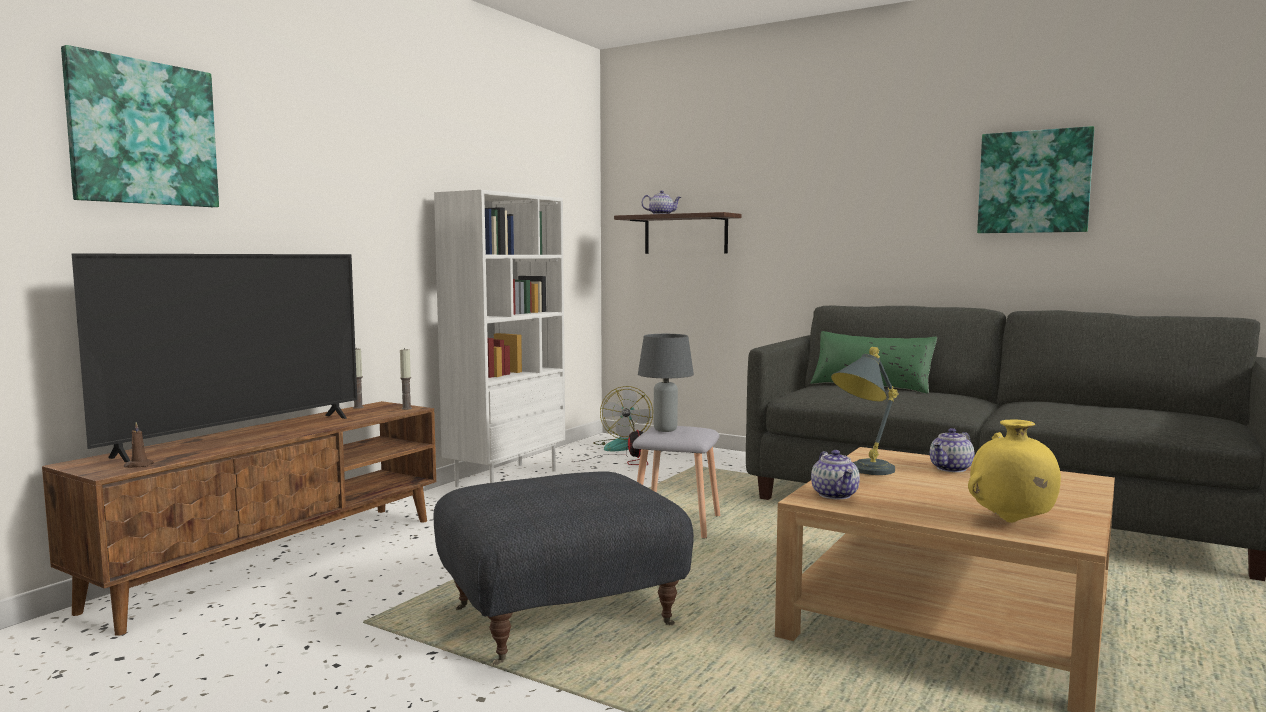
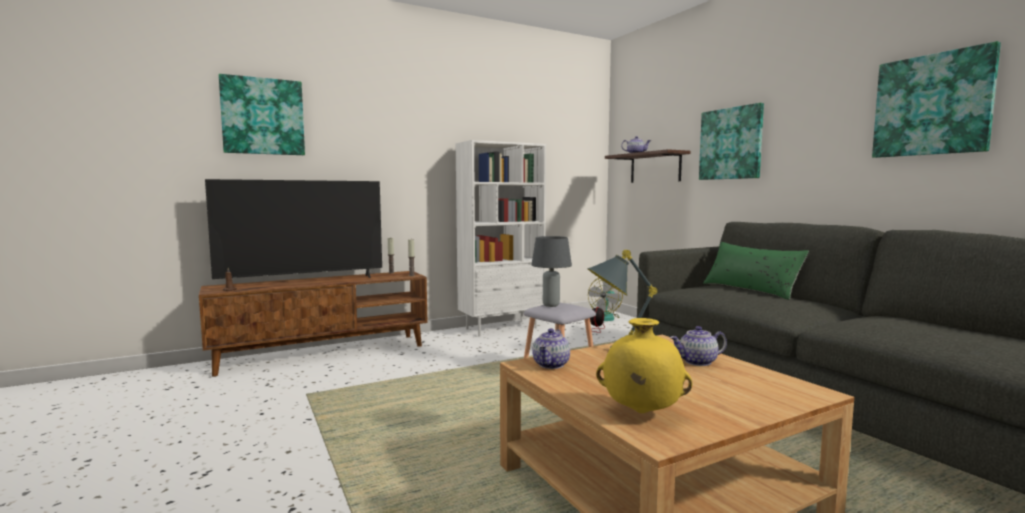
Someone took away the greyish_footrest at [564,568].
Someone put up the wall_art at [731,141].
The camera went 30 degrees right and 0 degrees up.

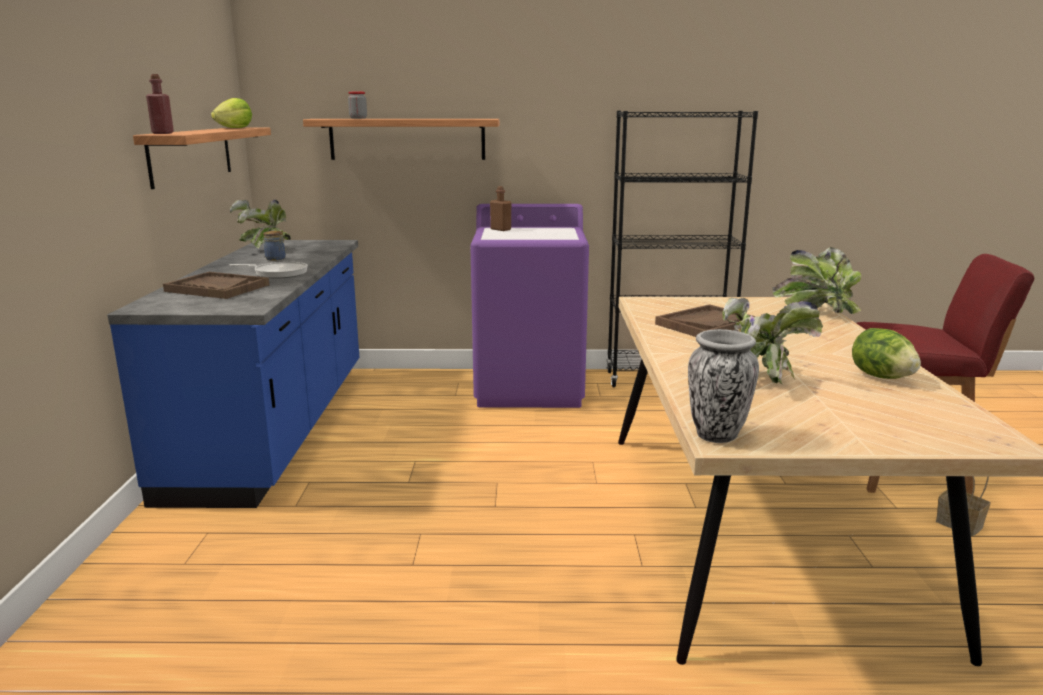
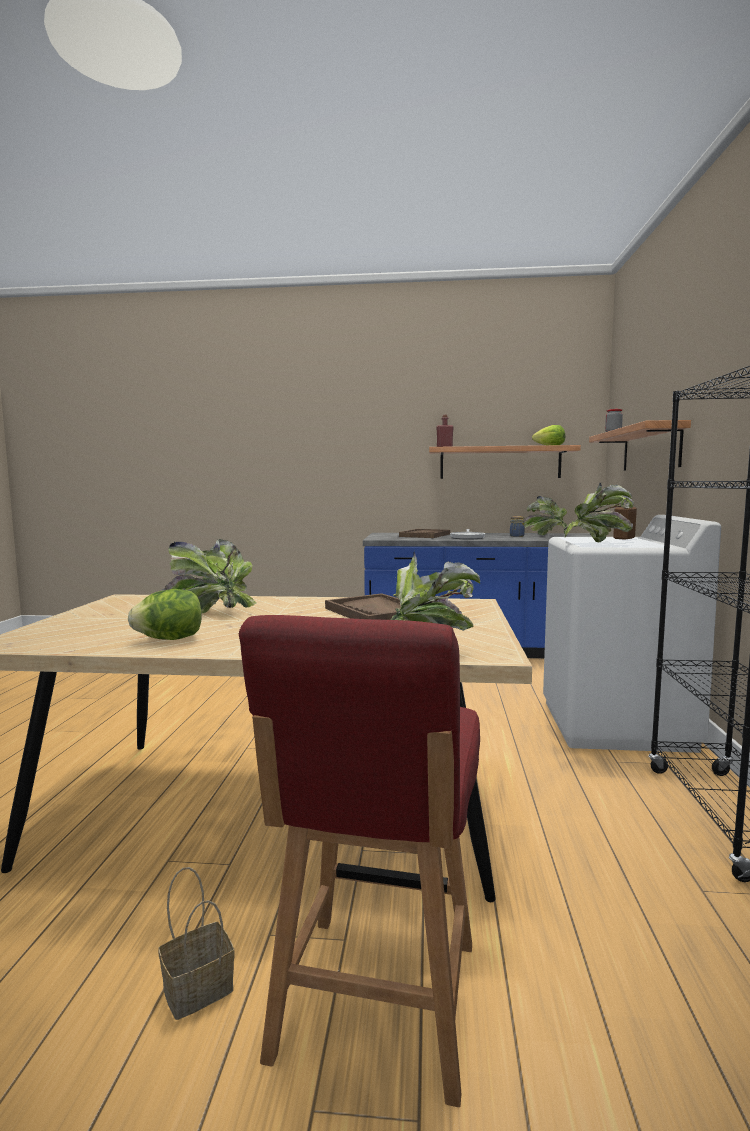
Someone took away the decorative_vase at [723,386].
Someone put down the potted_plant at [599,512].
Someone repainted the purple_washing_machine at [529,306], which became the whitish_washing_machine at [632,634].
The camera went 95 degrees right and 10 degrees down.

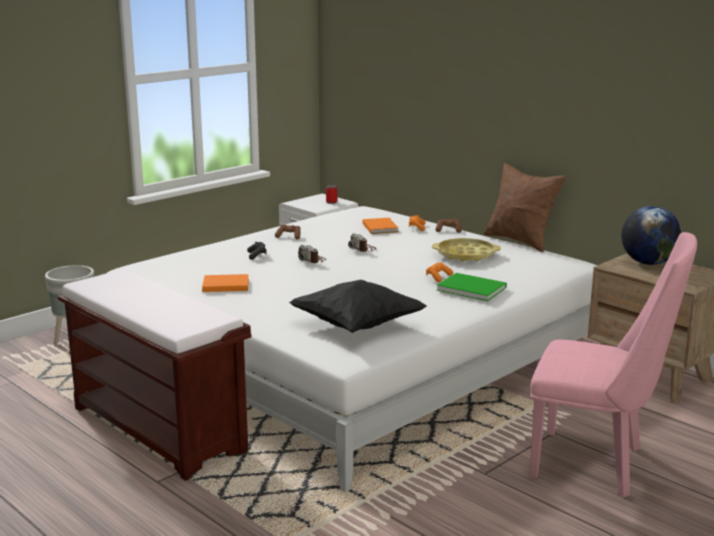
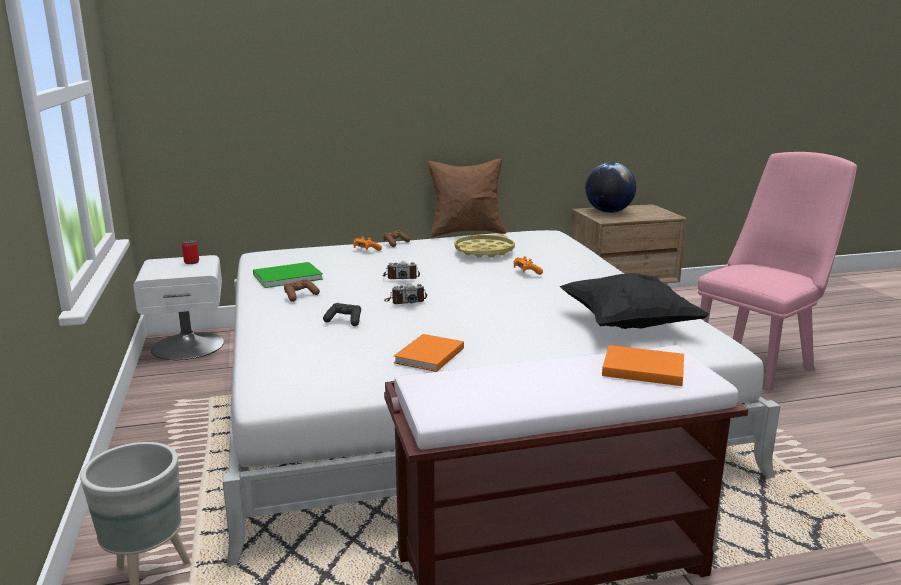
Someone carried the orangey_volume from [380,226] to [643,365].
Someone carried the green_volume from [472,287] to [288,275].
The camera went 60 degrees left and 0 degrees up.

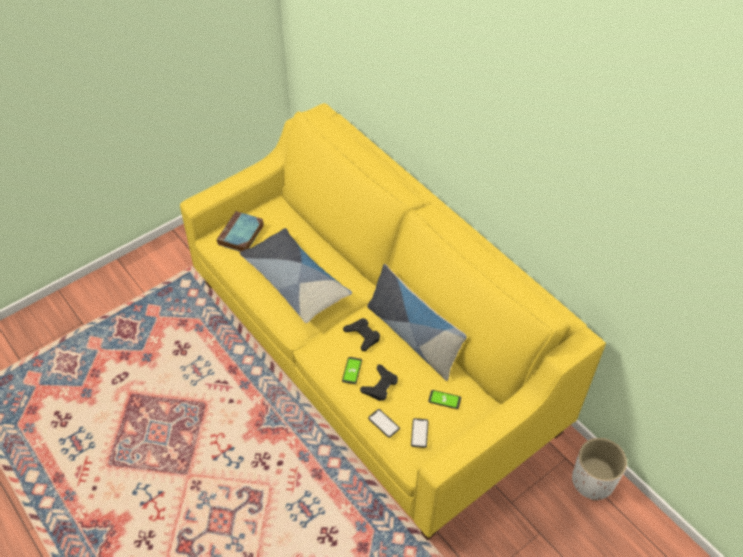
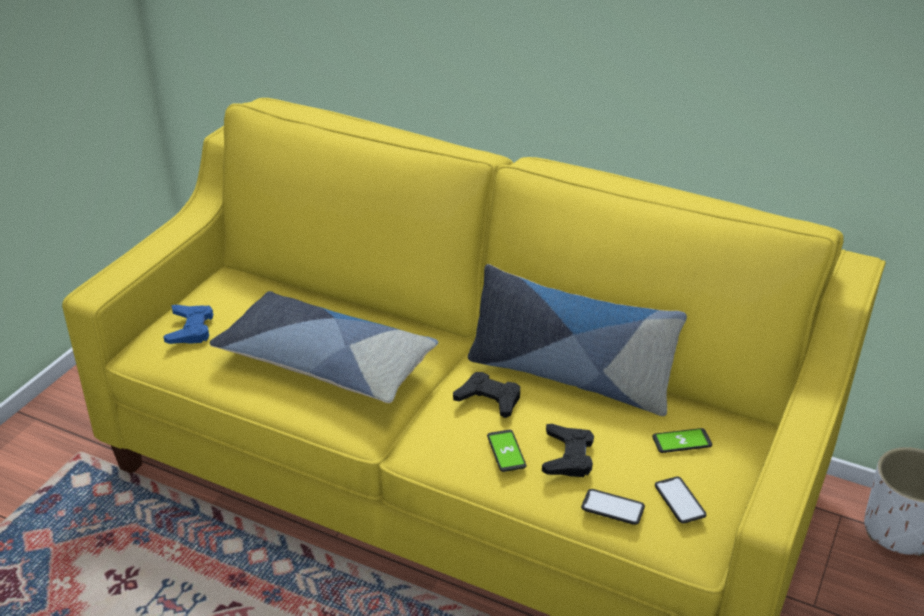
Someone swapped the volume at [240,231] for the blue-coloured_joypad at [188,324].
The camera went 25 degrees left and 15 degrees down.

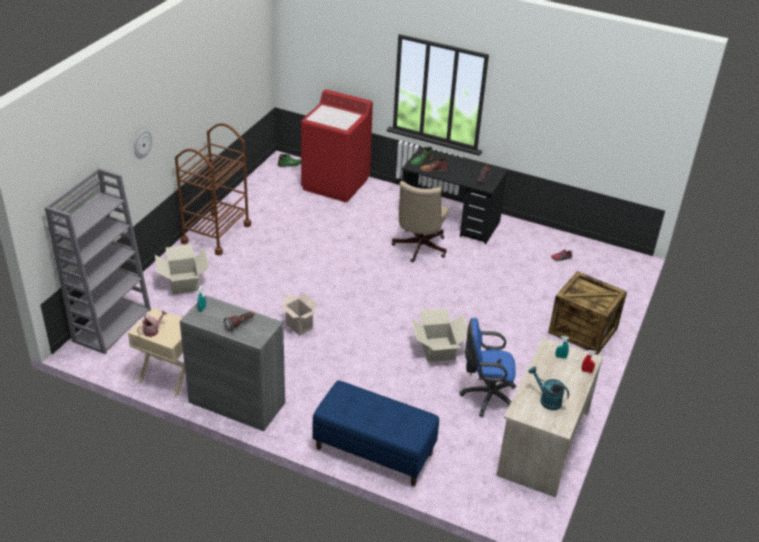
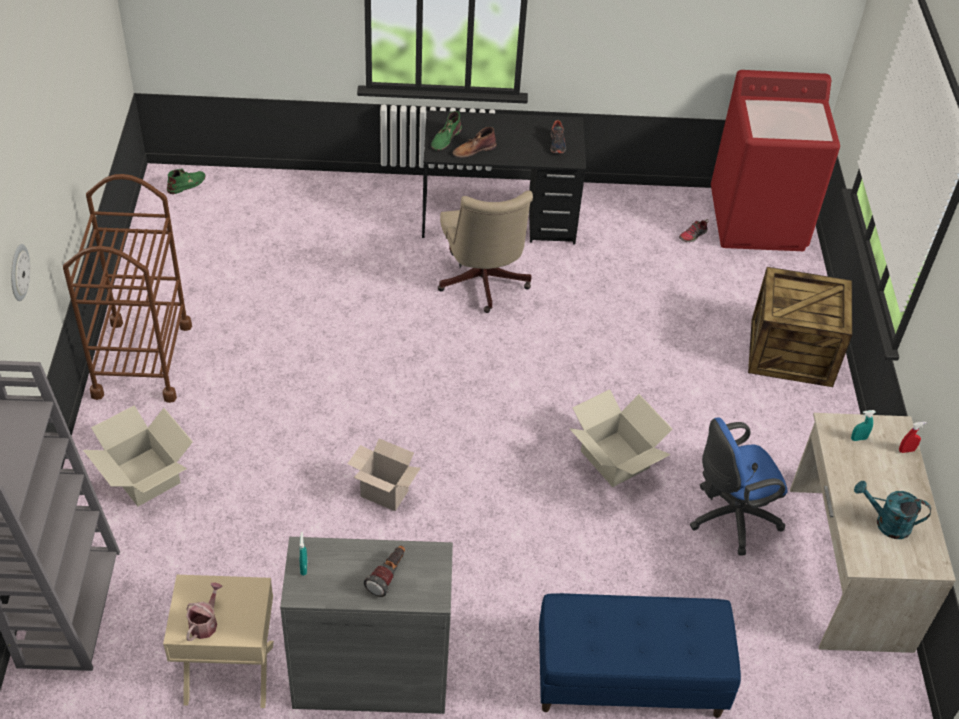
Someone carried the red_washing_machine from [337,145] to [775,160].
The camera went 25 degrees left and 10 degrees up.

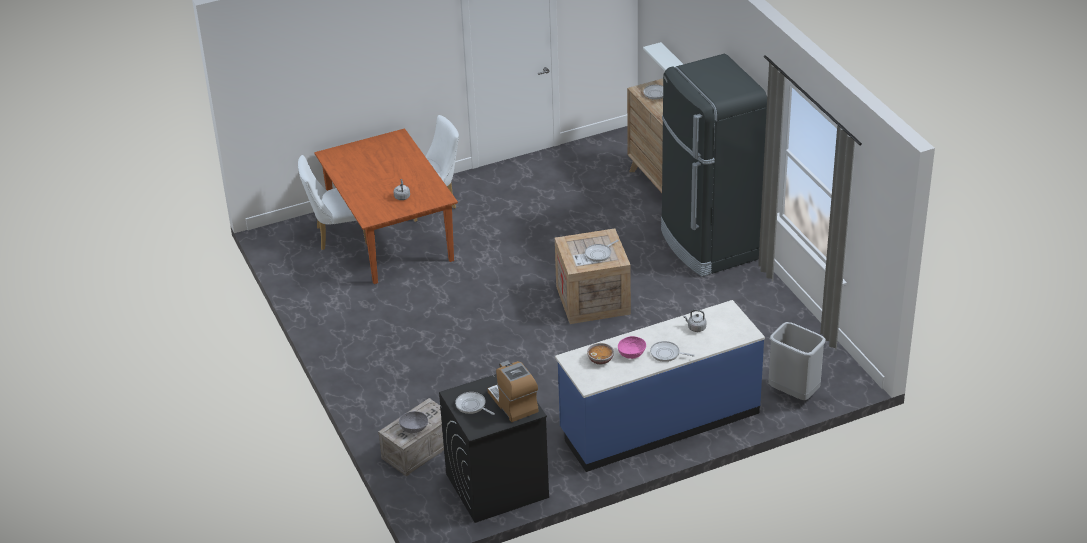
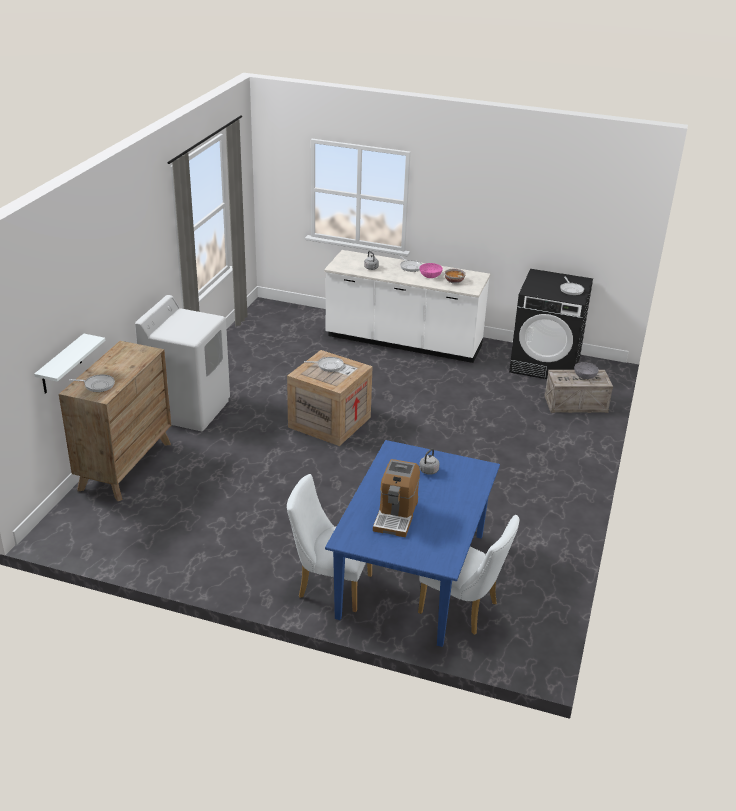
Someone took away the greyish_rubbish_bin at [797,361].
Someone carried the coffee_maker from [512,391] to [396,498].
Someone swapped the black_fridge at [714,165] for the whitish_washing_machine at [182,363].
Someone repainted the brownish_dining_table at [386,206], which became the blue-coloured_dining_table at [412,543].
Someone repainted the blue-coloured_kitchen_counter at [660,386], which became the whitish_kitchen_counter at [407,306].
The camera went 140 degrees left and 5 degrees down.

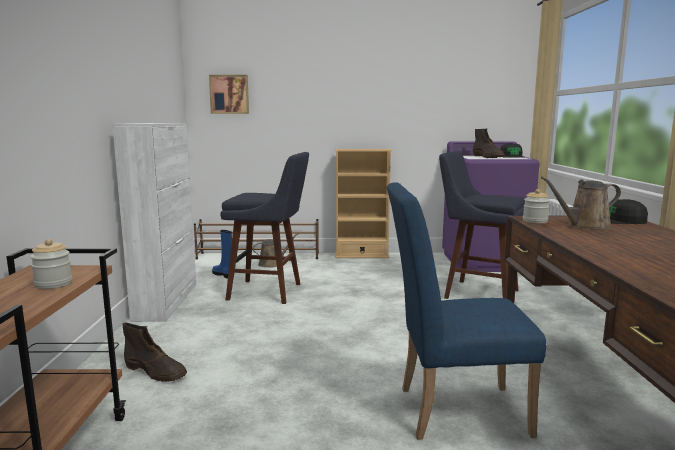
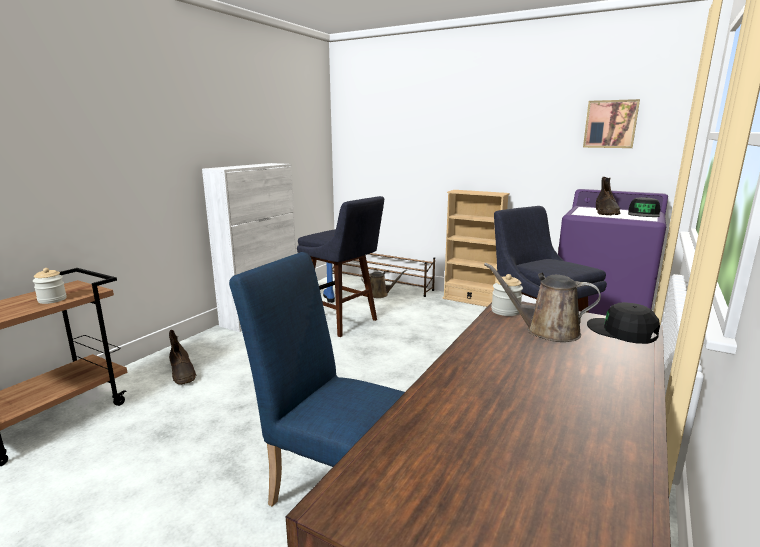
Someone carried the wall_art from [229,94] to [611,123].
The camera went 30 degrees right and 5 degrees up.

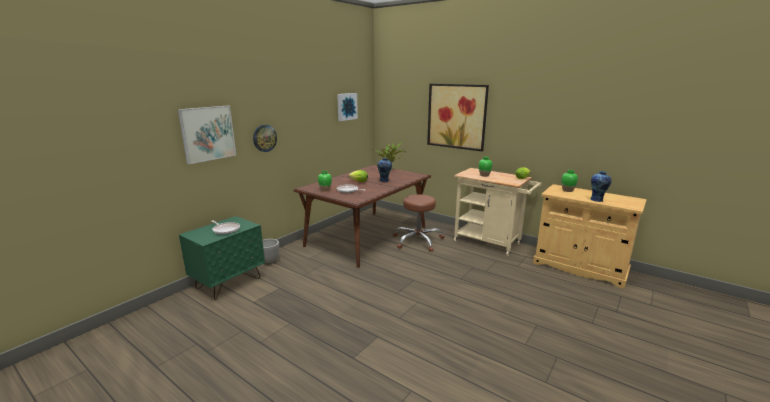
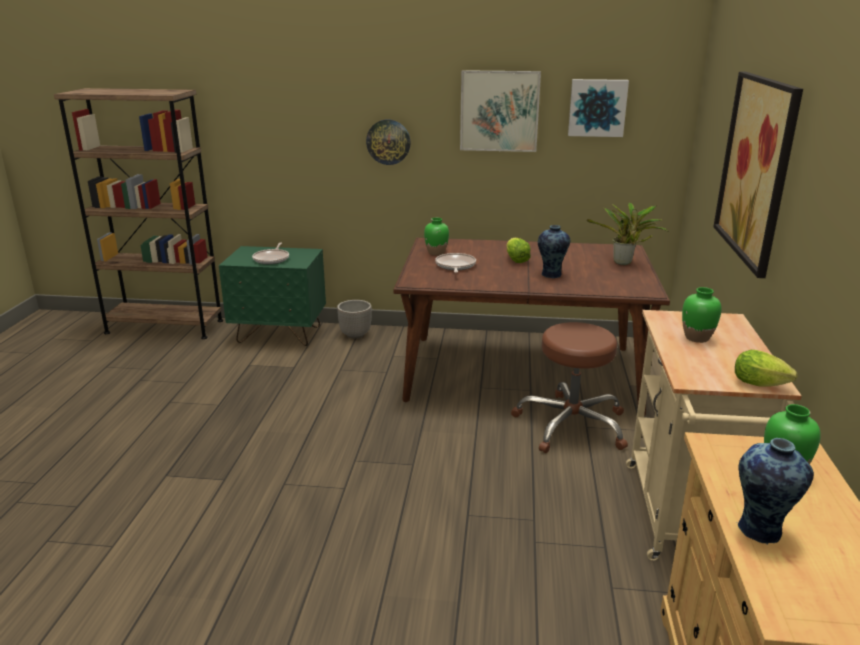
Someone put down the brownish_bookcase at [138,213].
Someone carried the wall_art from [207,134] to [500,111].
The camera went 60 degrees right and 5 degrees up.

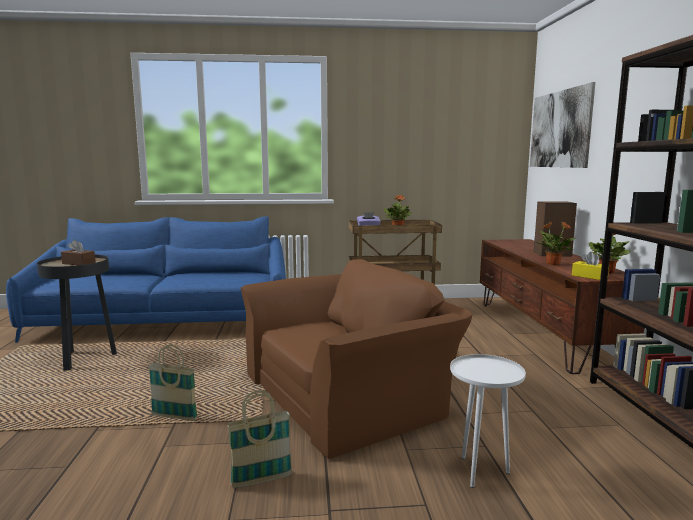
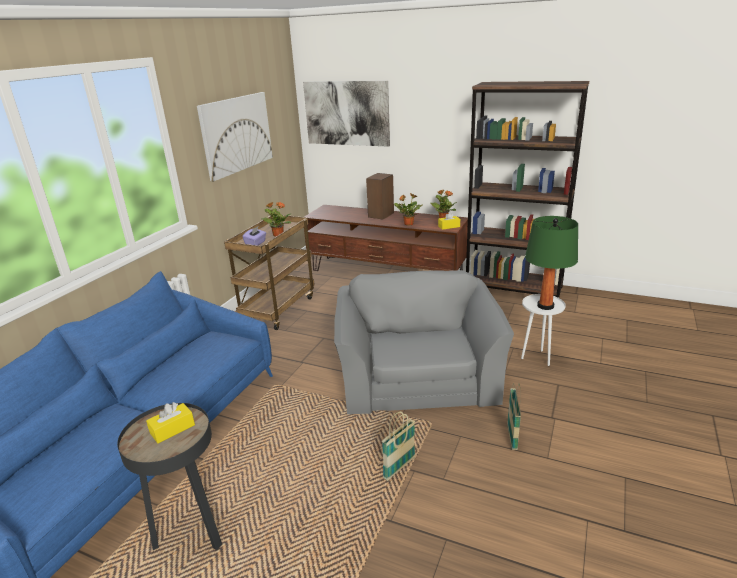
Someone put up the wall_art at [235,137].
Someone put down the green_table_lamp at [551,263].
Someone repainted the brownish_tissue_holder at [78,252], which became the yellow-coloured_tissue_holder at [170,423].
Someone repainted the brownish_easy_chair at [356,359], which became the greyish_easy_chair at [424,342].
The camera went 60 degrees left and 15 degrees up.

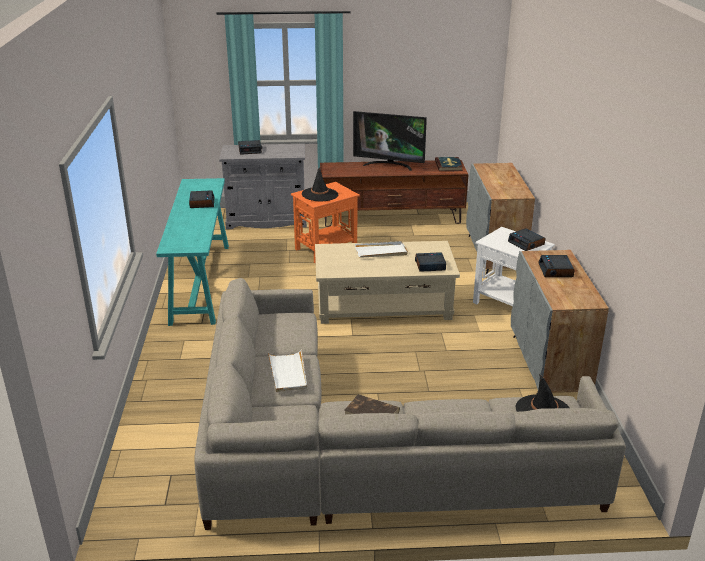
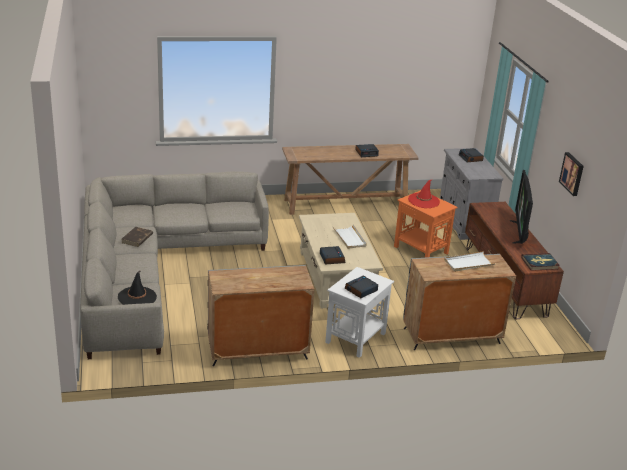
Someone took away the table_clock at [556,266].
Someone put up the wall_art at [571,174].
Someone carried the whitish_carrying_tray from [287,370] to [469,261].
Someone repainted the turquoise-coloured_narrow_table at [192,252], which became the brownish_narrow_table at [350,179].
Someone repainted the black_wearable_hat at [320,184], which became the red_wearable_hat at [424,194].
The camera went 80 degrees right and 0 degrees up.

